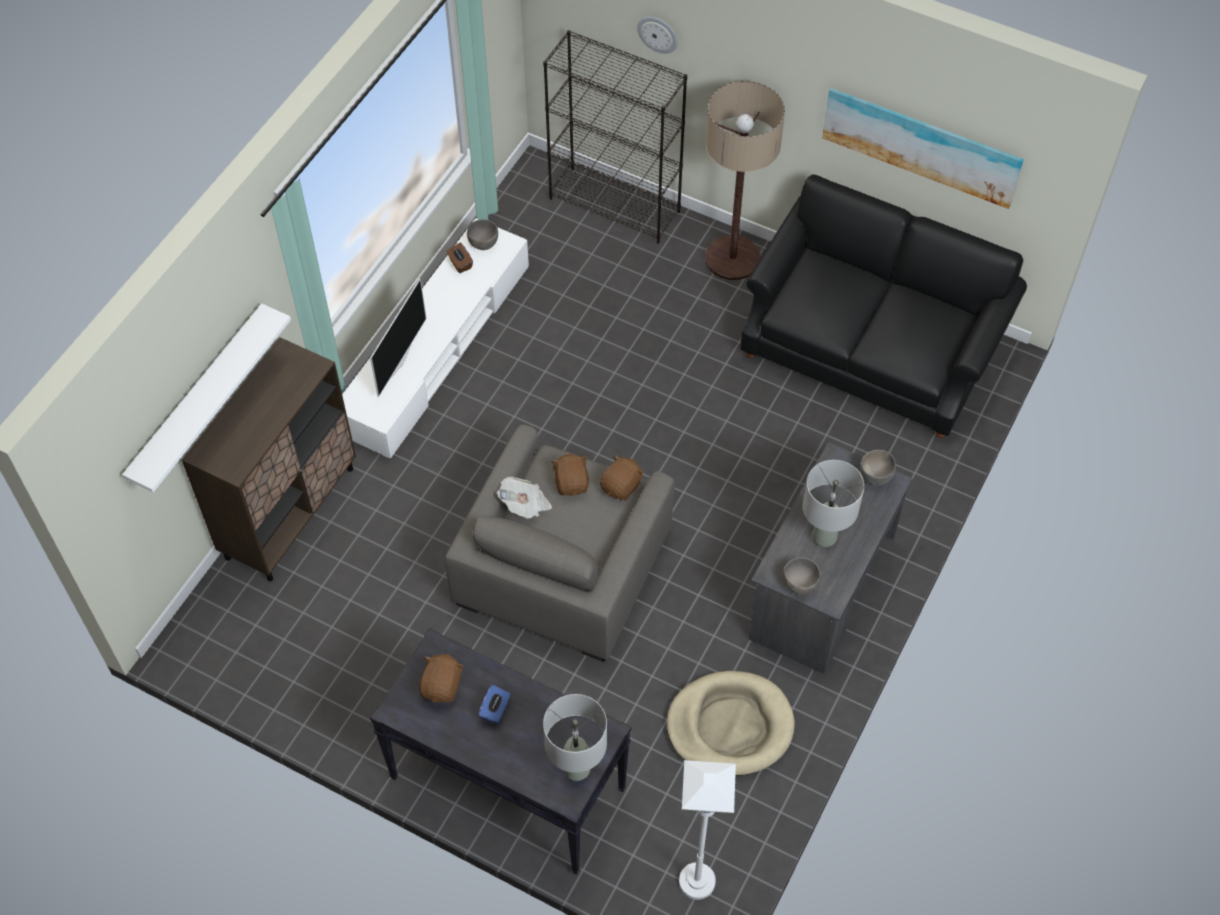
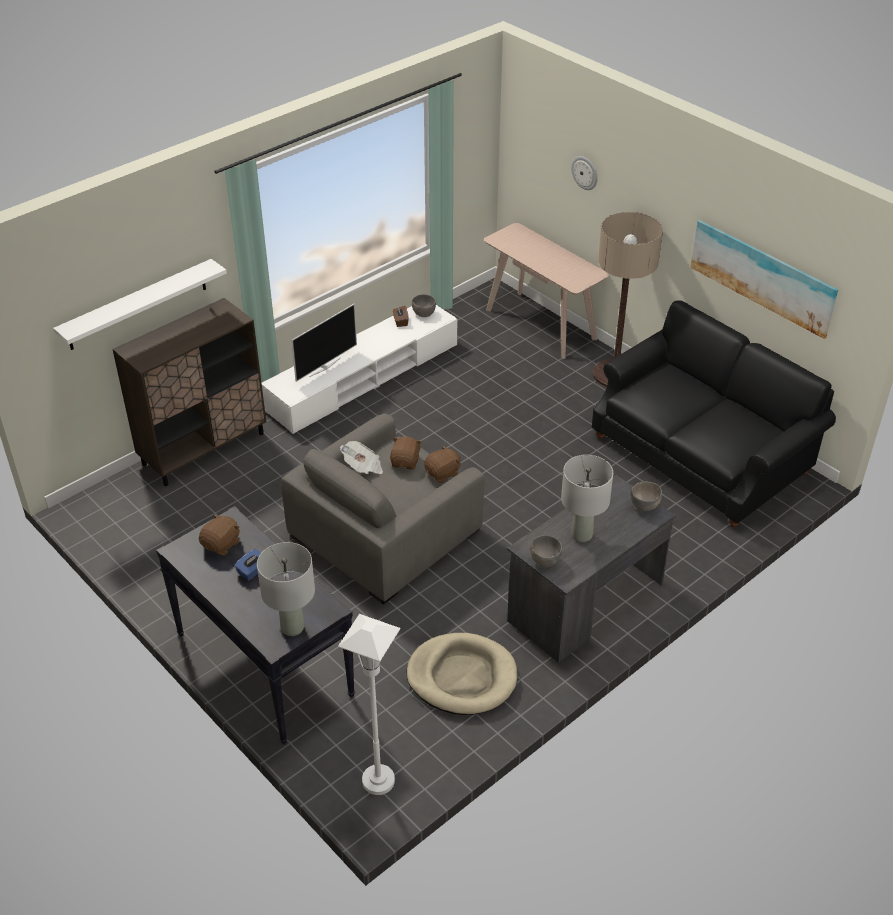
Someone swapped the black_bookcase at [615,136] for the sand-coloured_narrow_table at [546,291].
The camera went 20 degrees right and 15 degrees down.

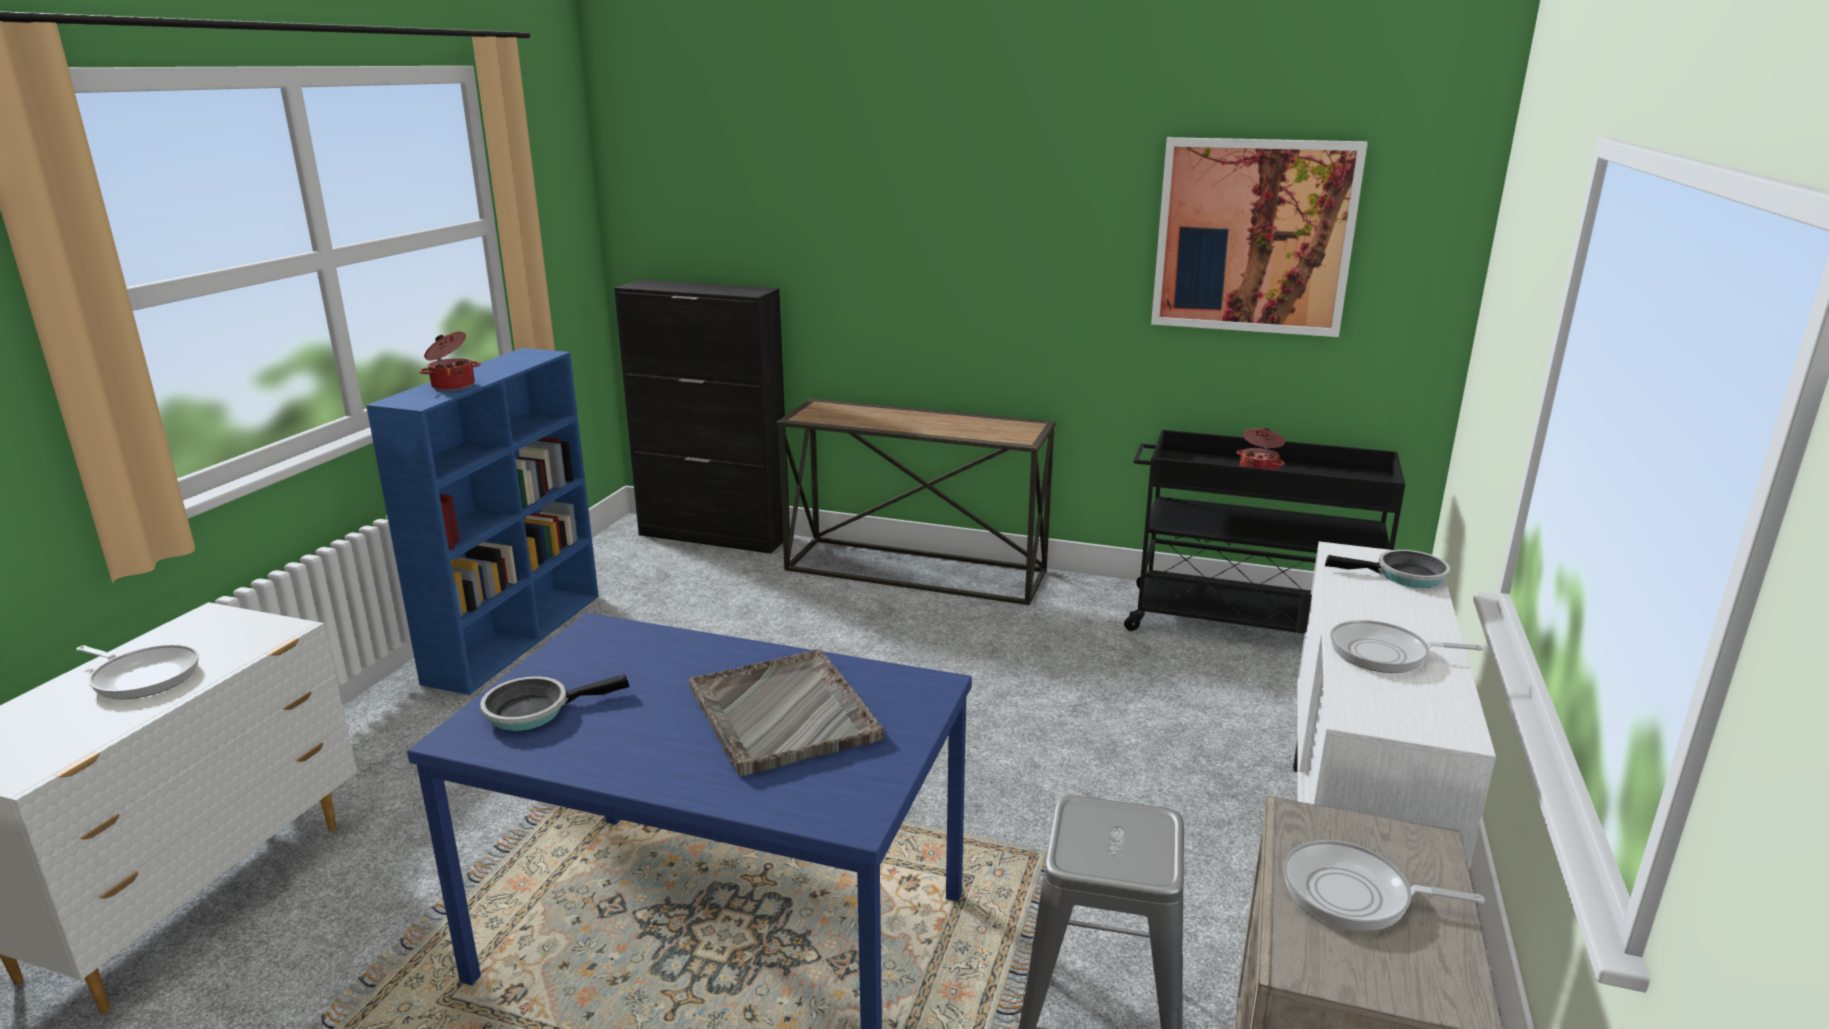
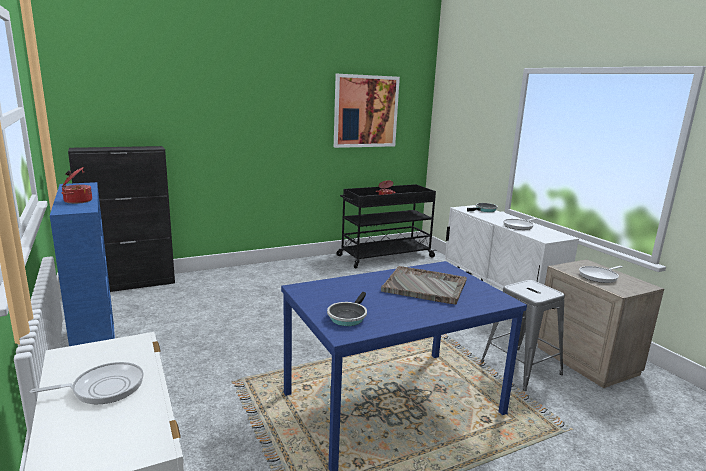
Someone took away the narrow_table at [916,501].
The camera went 45 degrees left and 5 degrees down.

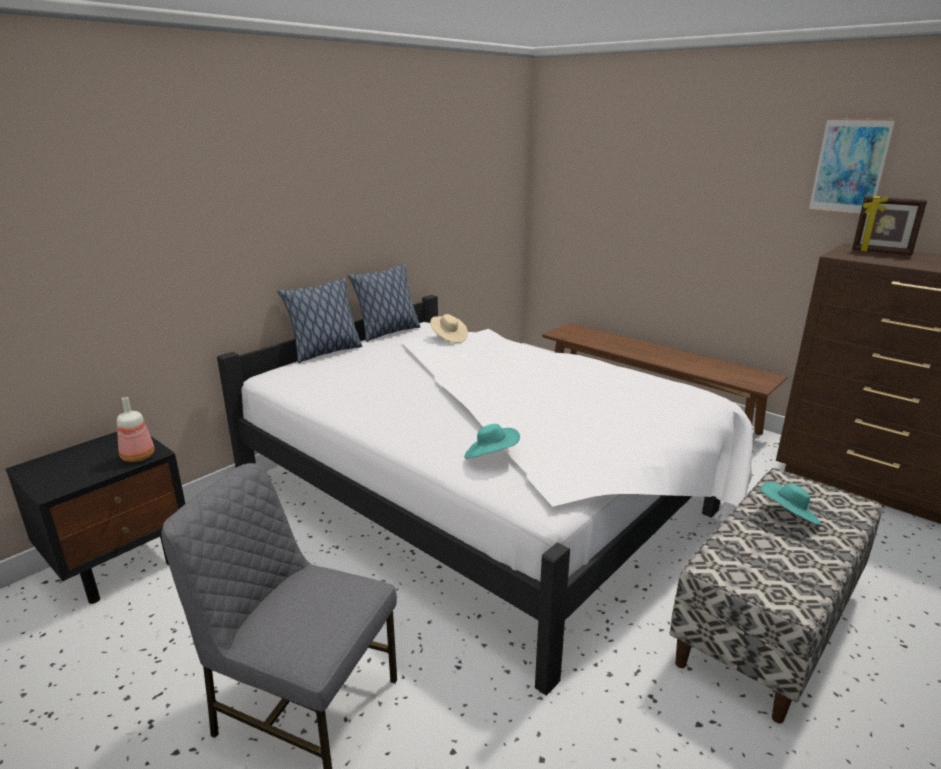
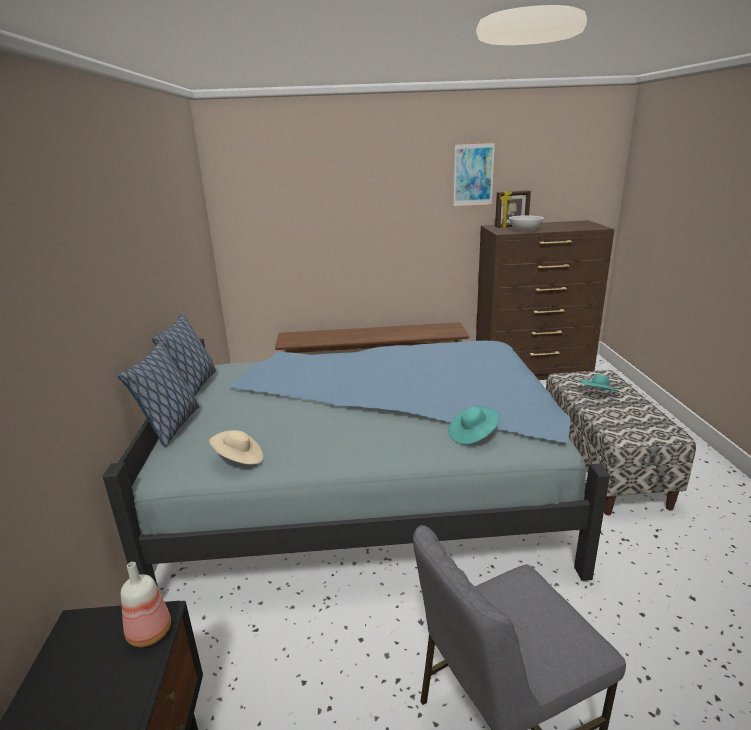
Someone put down the whitish_bowl at [526,223].
Someone carried the sand-coloured_wearable_hat from [449,328] to [236,447].
Someone repainted the whitish_bed at [485,495], which became the blue-coloured_bed at [356,462].
The camera went 45 degrees left and 0 degrees up.

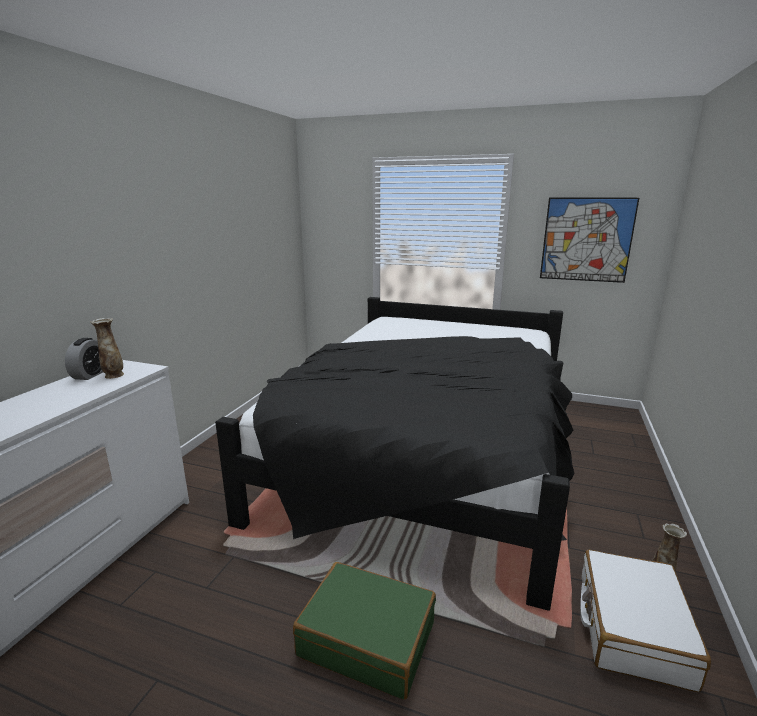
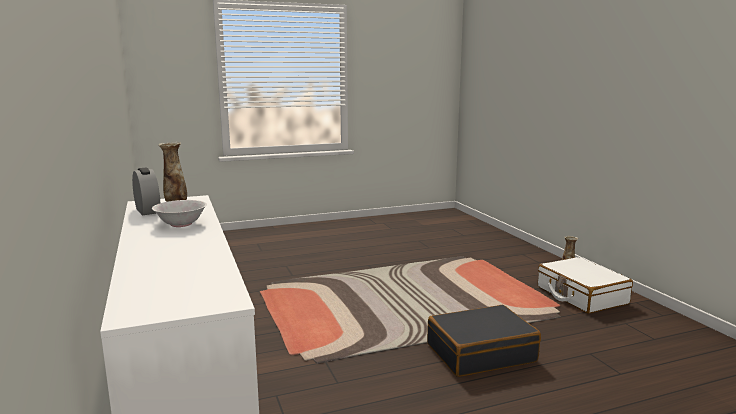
Someone took away the black_bed at [394,454].
Someone took away the wall_art at [589,240].
Someone put down the whitish_bowl at [179,213].
Someone repainted the green_suitcase at [364,631], which became the black_suitcase at [484,341].
The camera went 40 degrees left and 5 degrees down.

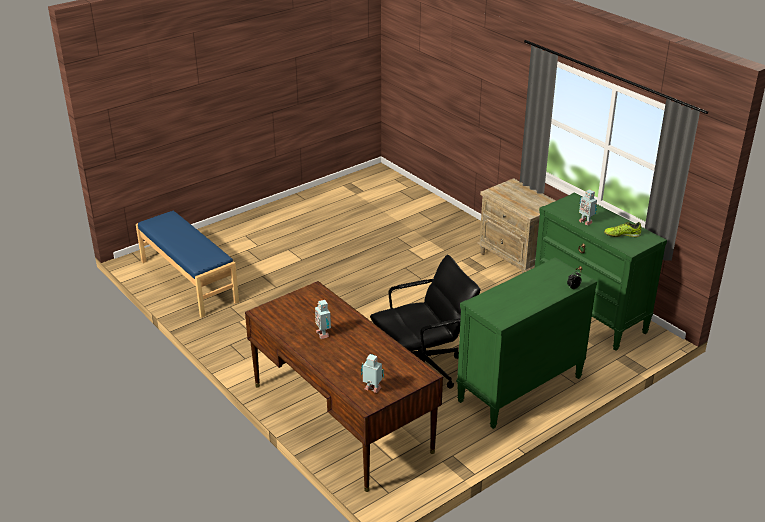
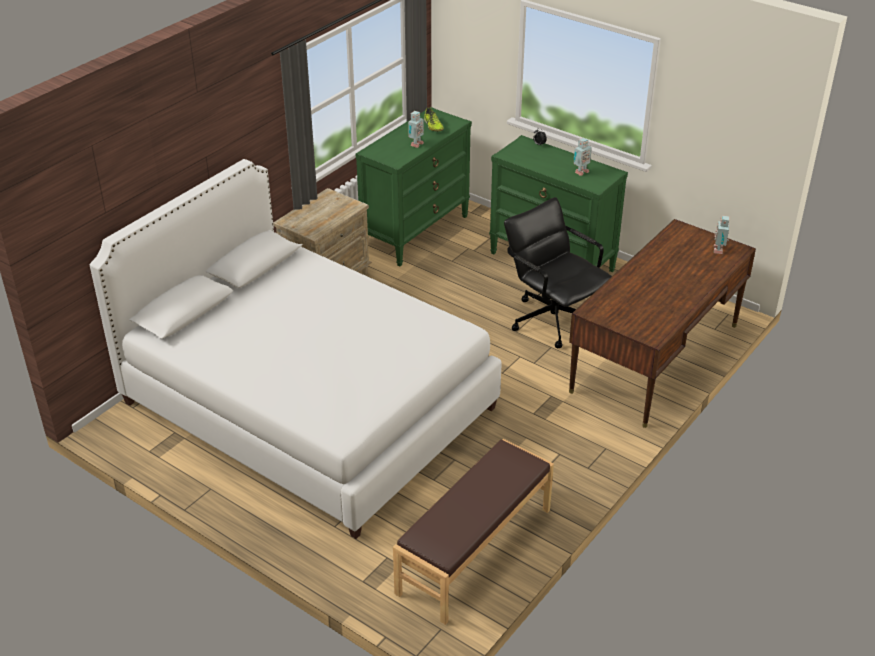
Someone put down the whitish_bed at [296,349].
Someone carried the toy_robot from [323,319] to [583,157].
Someone repainted the blue-coloured_long_seat at [187,264], which became the brownish_long_seat at [473,532].
The camera went 105 degrees left and 5 degrees up.

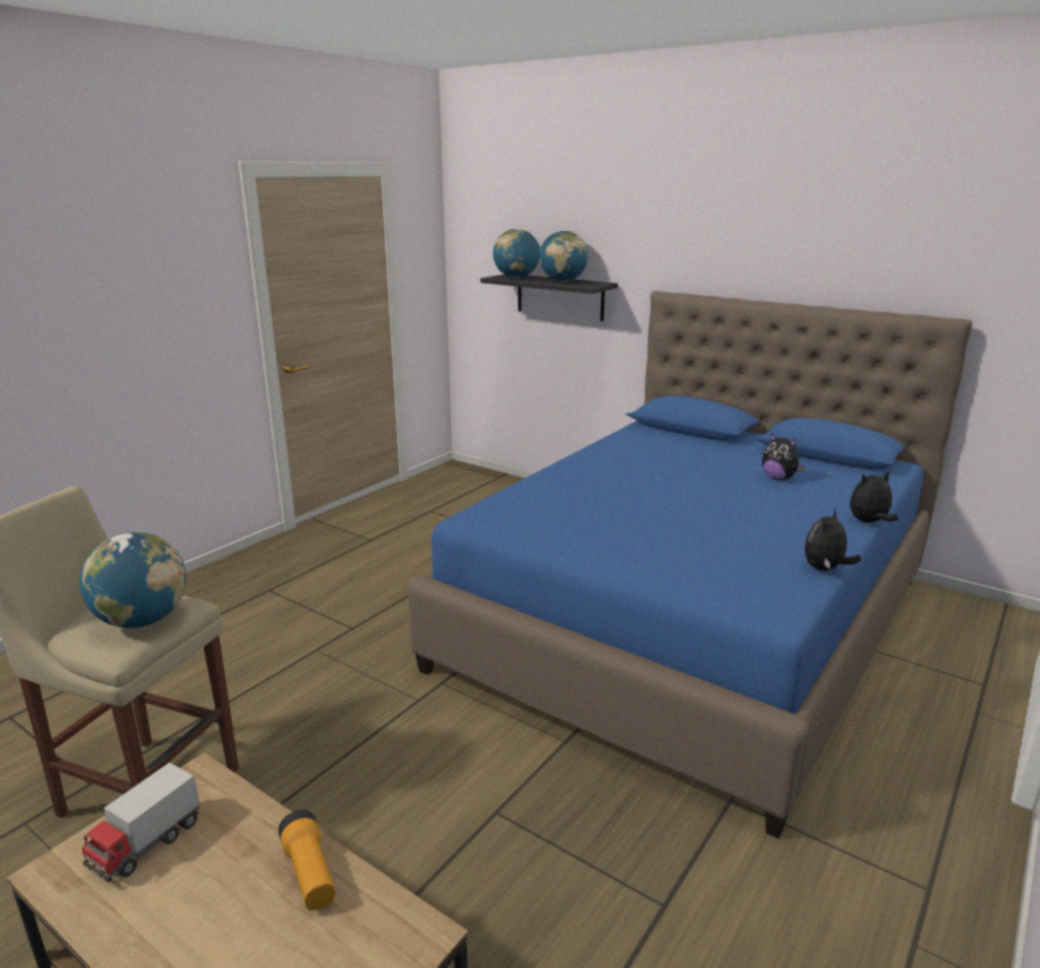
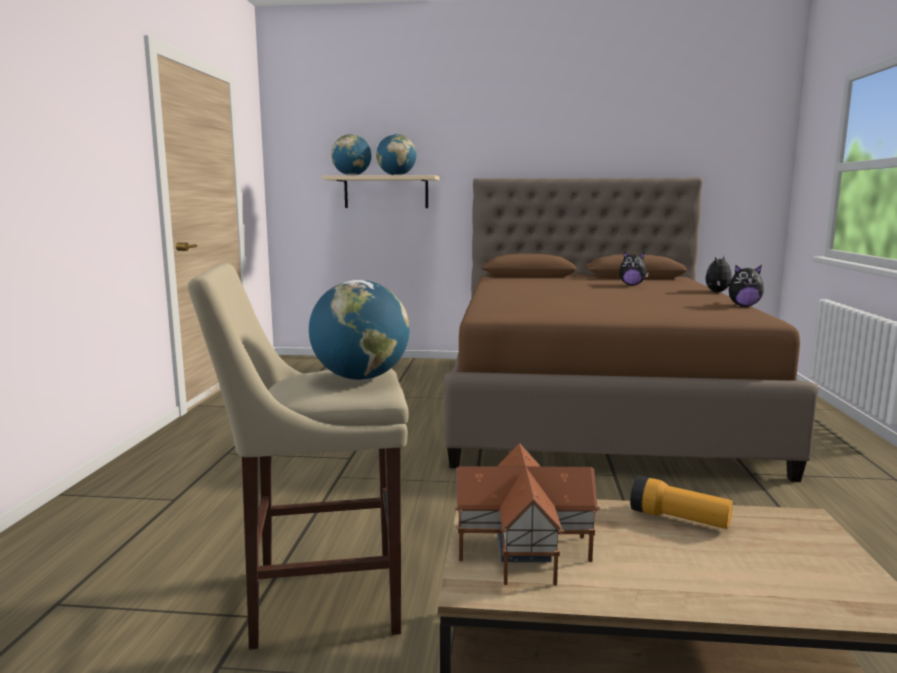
Someone swapped the model_truck at [141,822] for the model_house at [527,514].
Someone repainted the blue-coloured_bed at [690,565], which became the brownish_bed at [631,329].
Someone repainted the black_bracket_shelf at [549,297], which became the sand-coloured_bracket_shelf at [381,191].
Someone rotated the cuddly_toy at [832,540] by 90 degrees counterclockwise.
The camera went 30 degrees left and 10 degrees down.

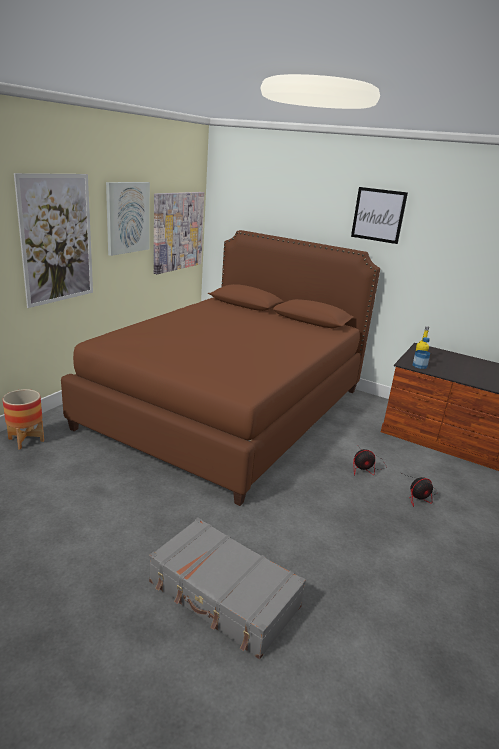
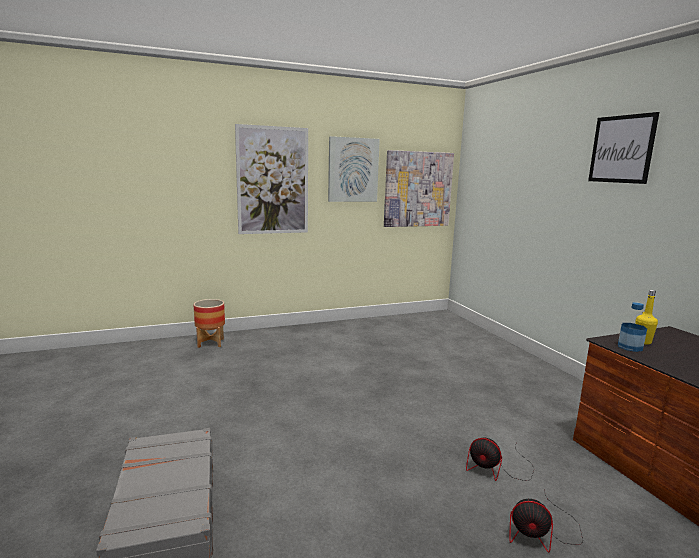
Someone took away the brownish_bed at [220,368].
The camera went 40 degrees right and 10 degrees down.

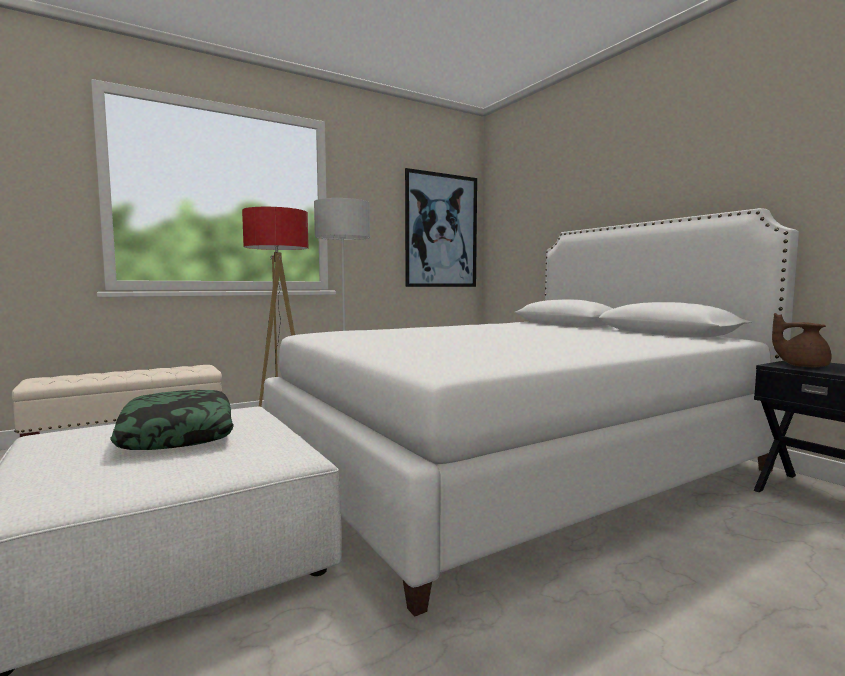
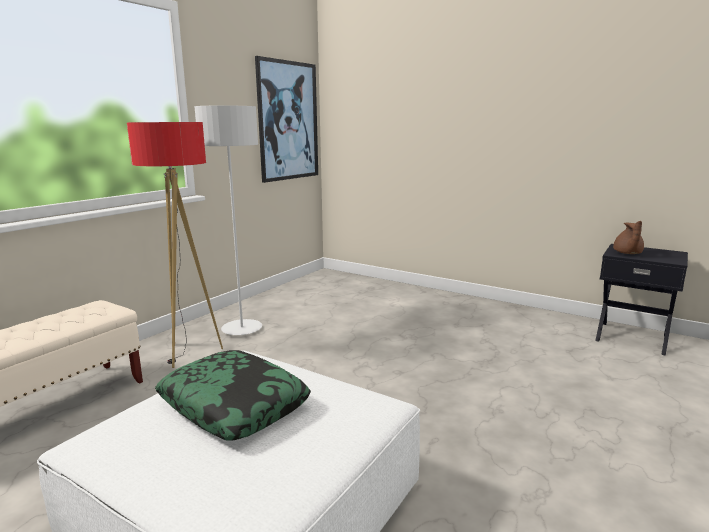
Someone took away the whitish_bed at [531,412].
Someone rotated the brownish_teapot at [801,340] by 75 degrees counterclockwise.
The camera went 25 degrees left and 10 degrees up.

